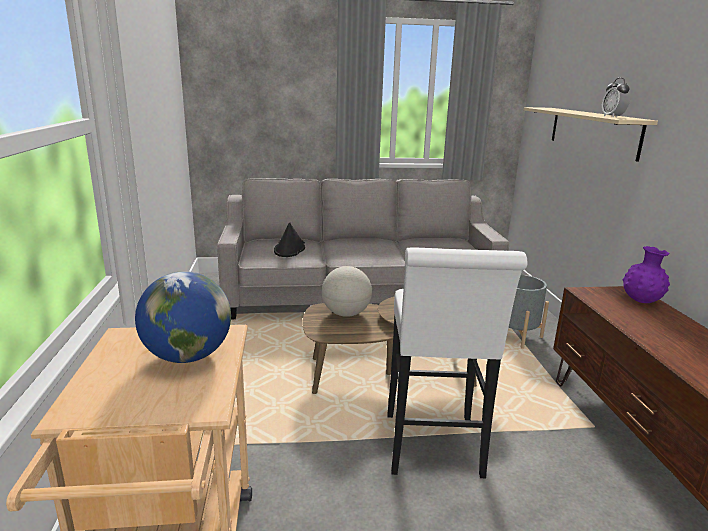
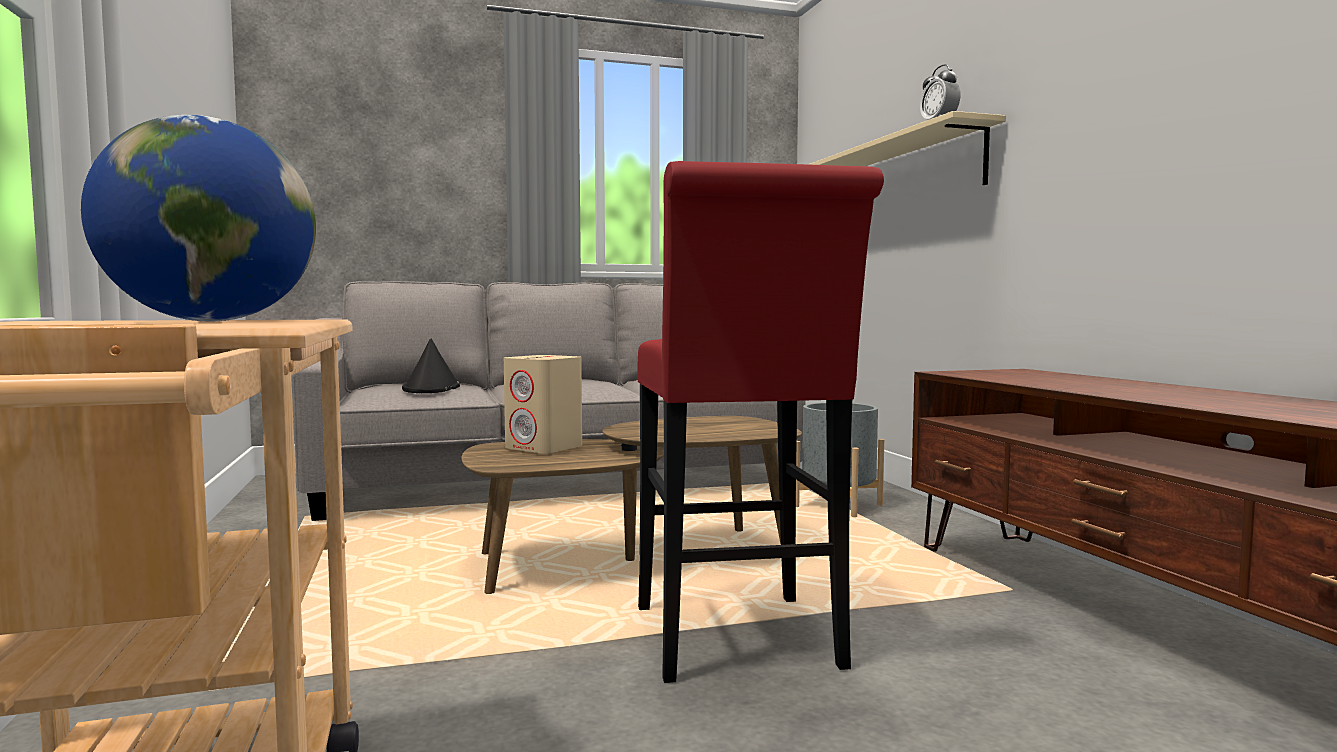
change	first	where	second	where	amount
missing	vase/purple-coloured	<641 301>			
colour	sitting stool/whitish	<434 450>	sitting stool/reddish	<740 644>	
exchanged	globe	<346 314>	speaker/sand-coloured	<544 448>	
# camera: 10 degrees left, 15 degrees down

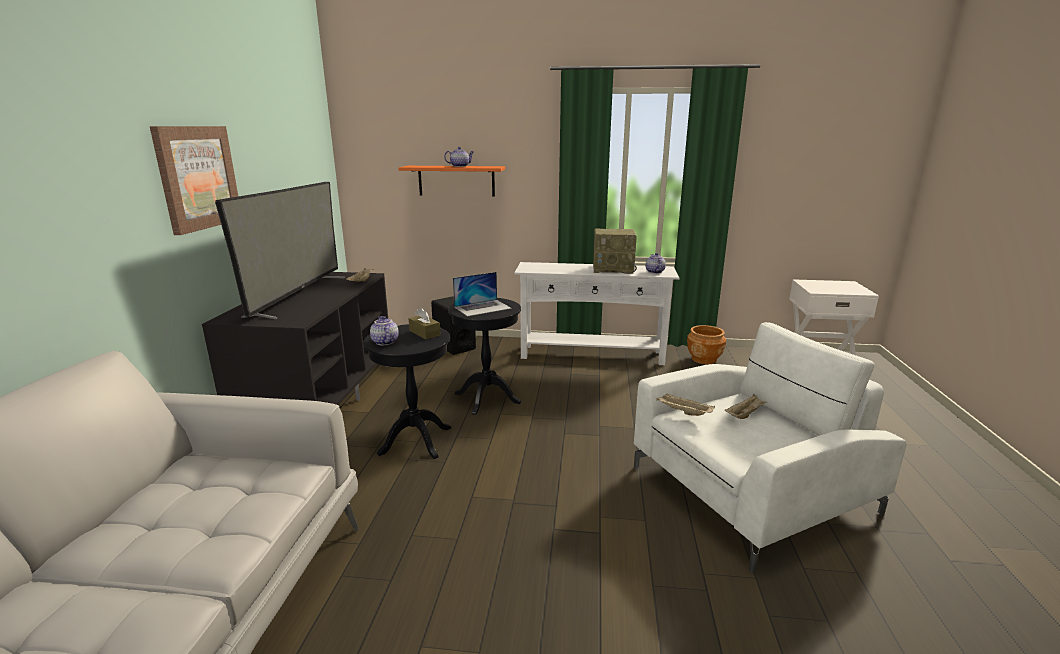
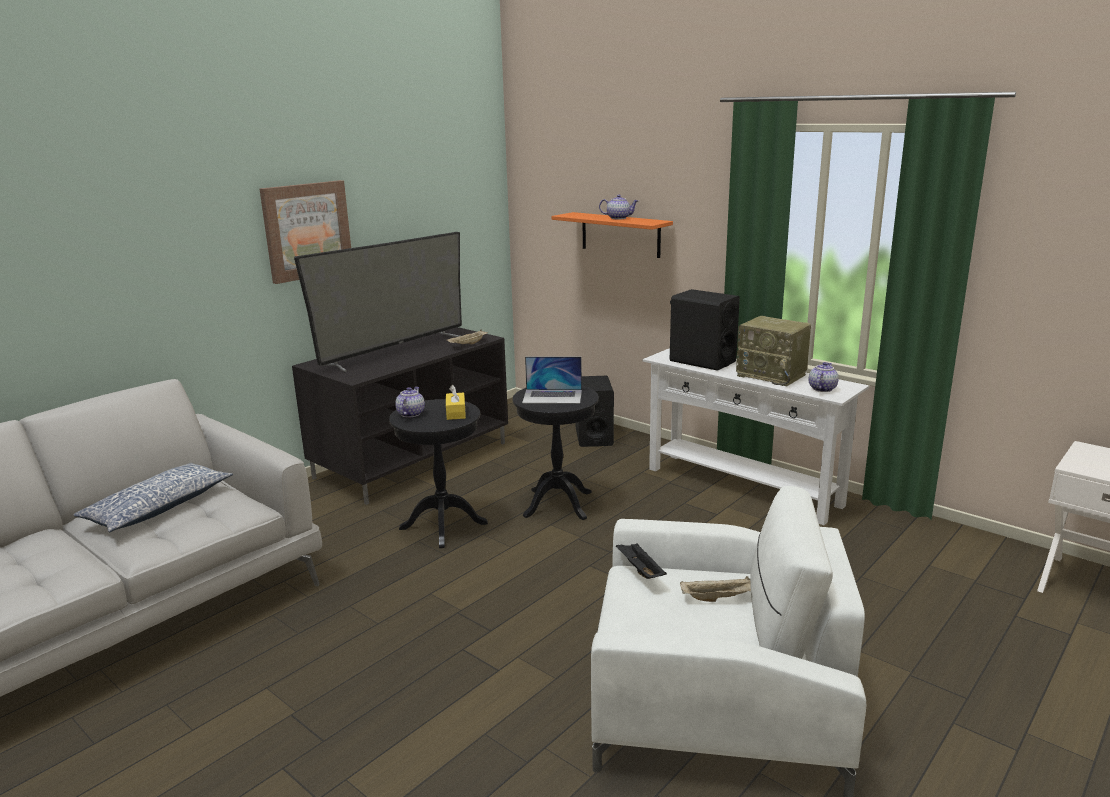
change	first	where	second	where	amount
colour	tissue box/brownish	<424 333>	tissue box/yellow	<456 413>	
missing	flower pot/brownish	<704 359>			
colour	serving tray/sand-coloured	<682 412>	serving tray/blackish	<639 569>	
appeared			speaker/blackish	<702 361>	
appeared			cushion	<158 508>	
# camera: 35 degrees right, 0 degrees up

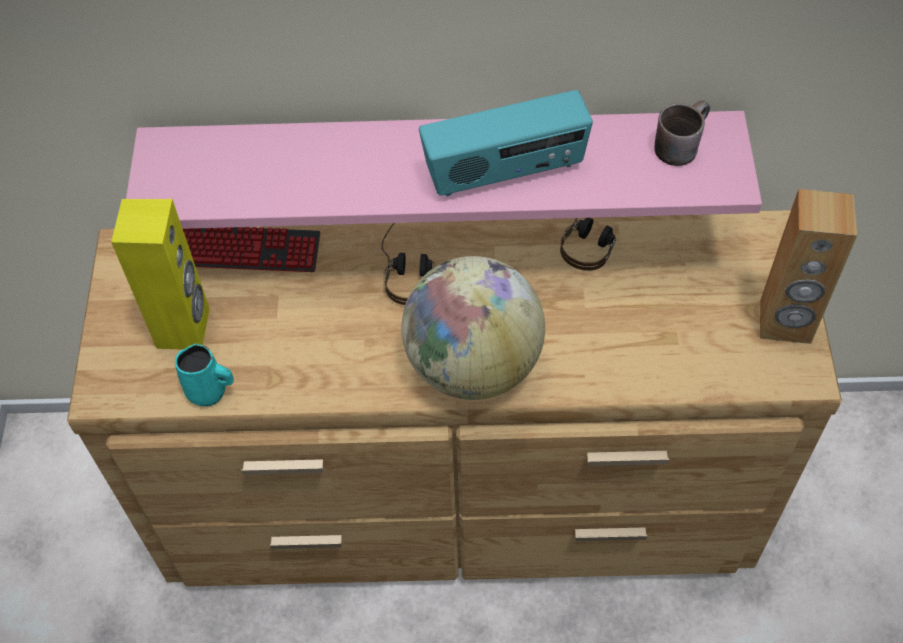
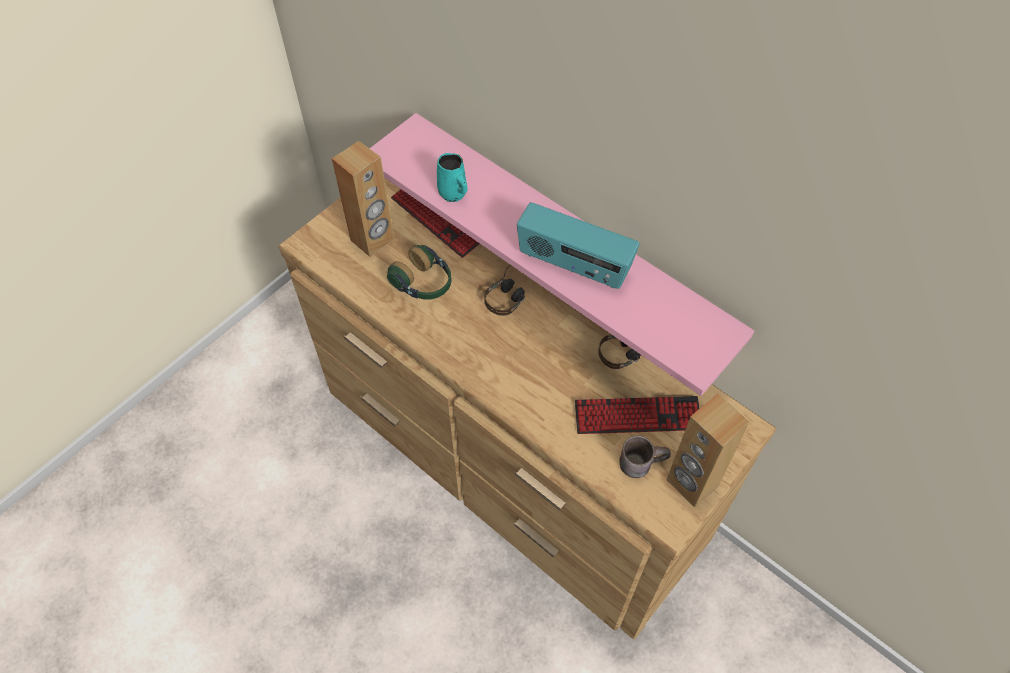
change	first	where	second	where	amount
relocated	mug/brownish	<678 143>		<641 461>	
colour	speaker/yellow	<184 328>	speaker/brownish	<372 240>	
missing	globe	<473 364>			
relocated	mug/turquoise-coloured	<209 392>		<453 194>	
appeared			headphones	<423 283>	
appeared			PC keyboard	<637 416>	
# camera: 40 degrees right, 0 degrees up

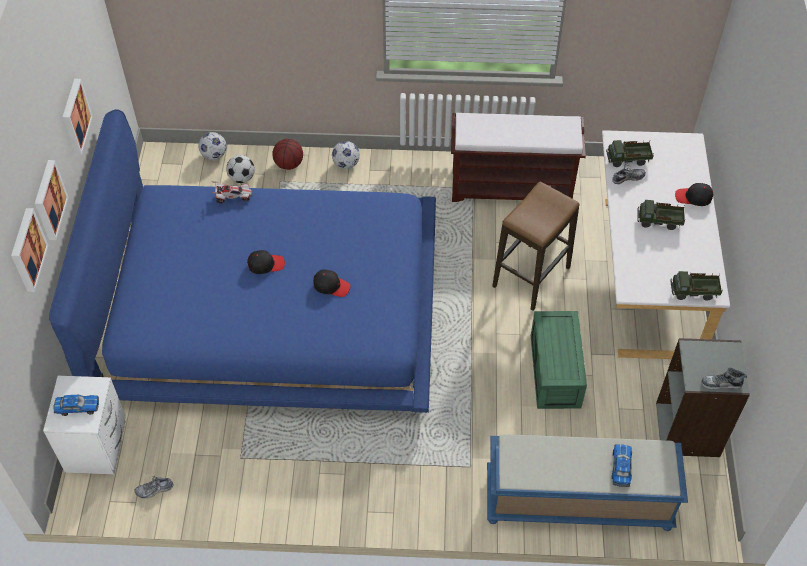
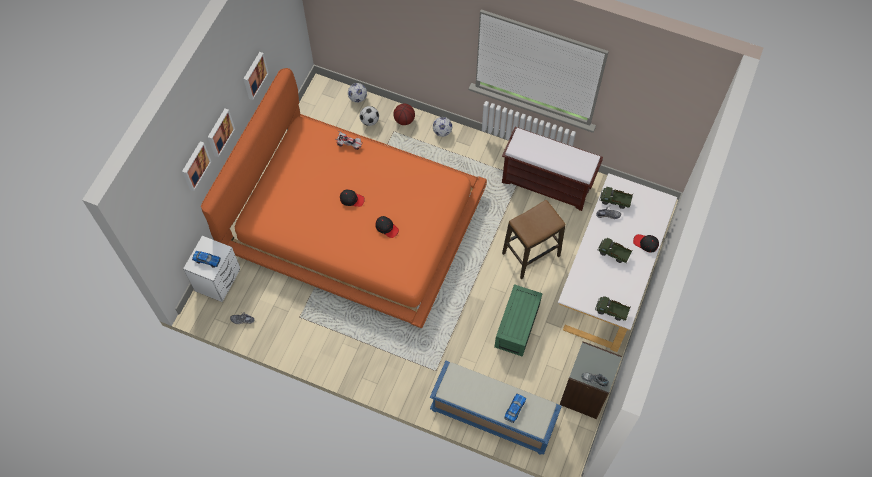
change	first	where	second	where	amount
colour	bedroom bed/blue-coloured	<268 307>	bedroom bed/orange-coloured	<352 221>	
# camera: 20 degrees right, 10 degrees up

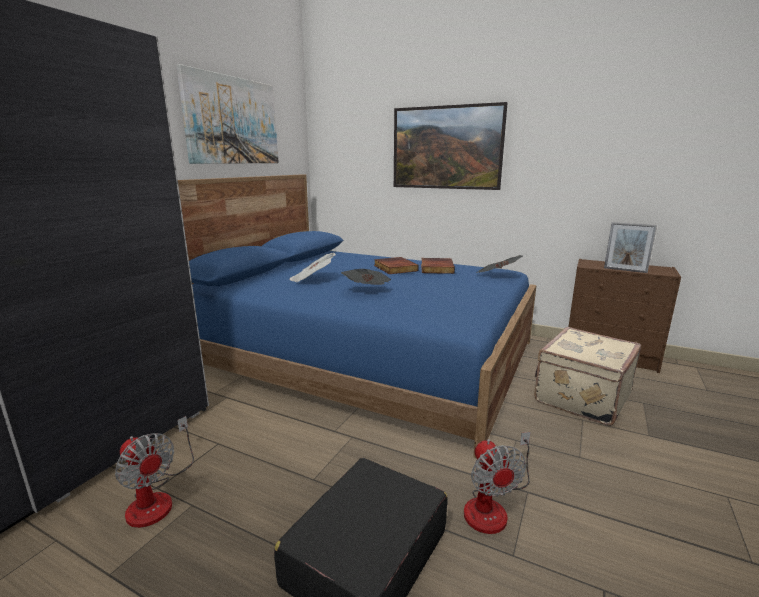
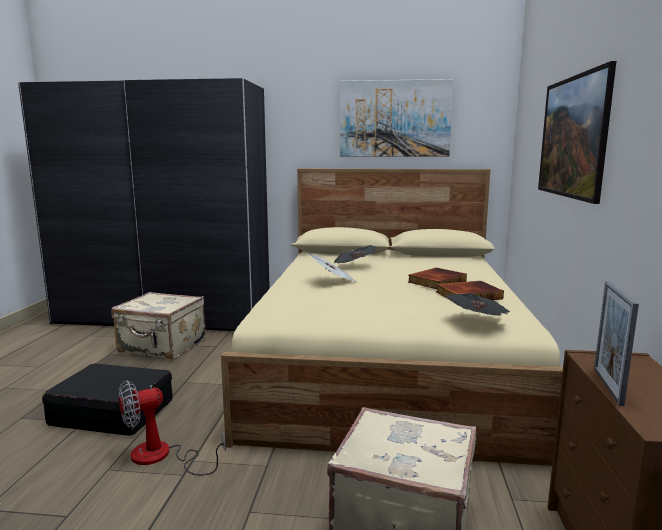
change	first	where	second	where	amount
colour	bedroom bed/blue-coloured	<365 354>	bedroom bed/sand-coloured	<388 364>	
exchanged	cooling fan	<157 498>	suitcase/sand-coloured	<162 346>	
# camera: 70 degrees right, 5 degrees down

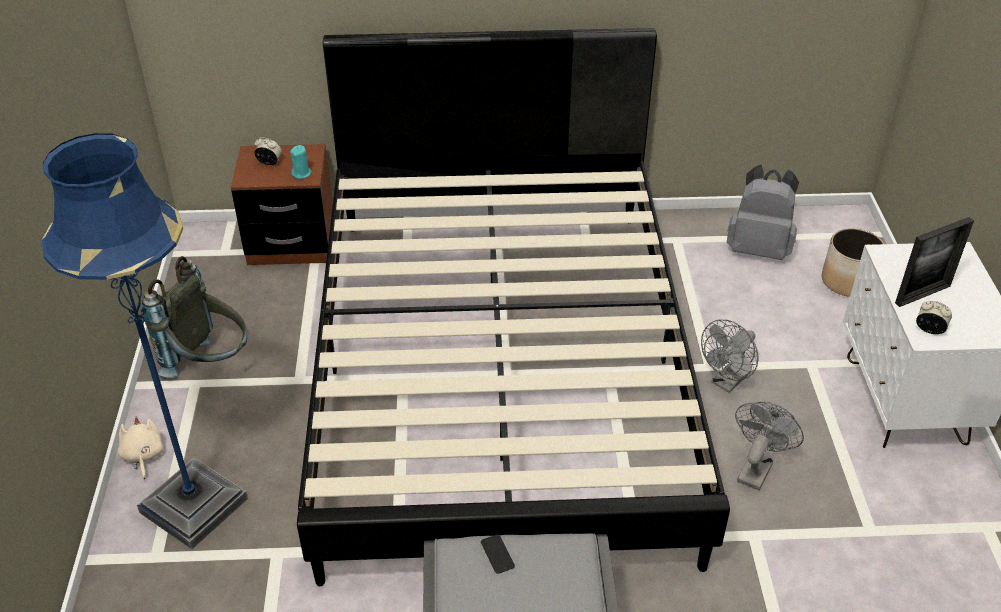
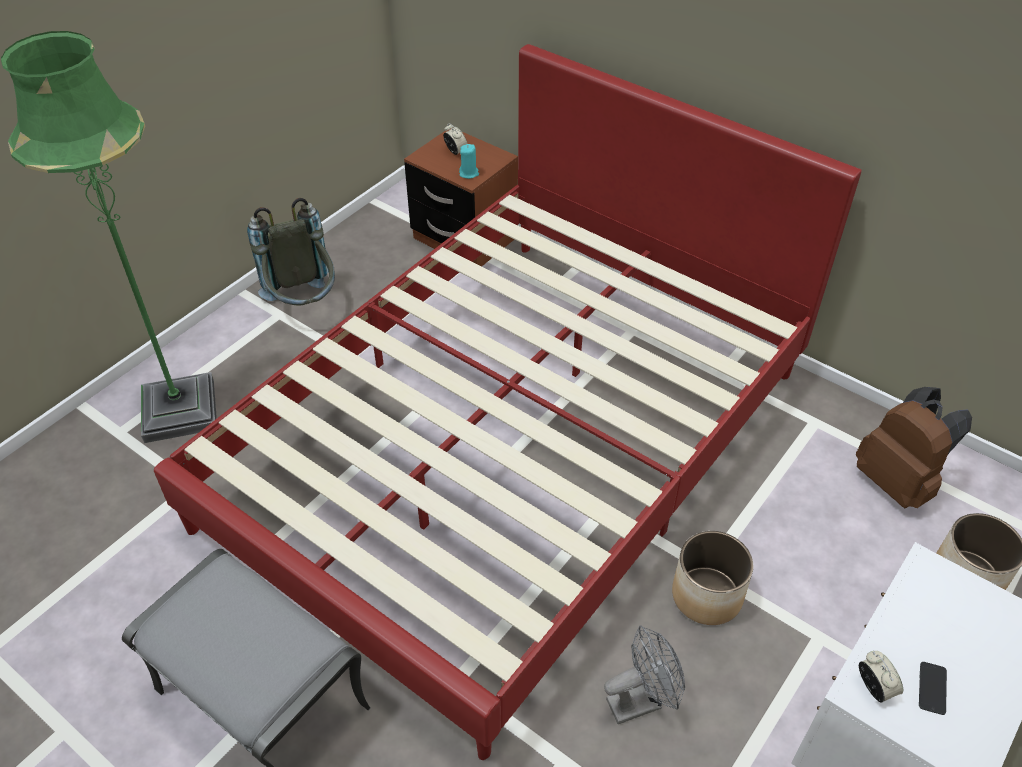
change	first	where	second	where	amount
colour	bedroom bed/blackish	<501 369>	bedroom bed/reddish	<512 447>	
colour	standard lamp/blue-coloured	<194 505>	standard lamp/green-coloured	<180 410>	
colour	backpack/gray	<758 248>	backpack/brownish	<897 481>	
missing	photo frame	<922 294>			
exchanged	cooling fan/gray	<727 382>	flower pot	<707 596>	
missing	cuddly toy/sand-coloured	<143 456>			
relocated	handset	<497 554>		<932 688>	
# camera: 40 degrees right, 5 degrees up

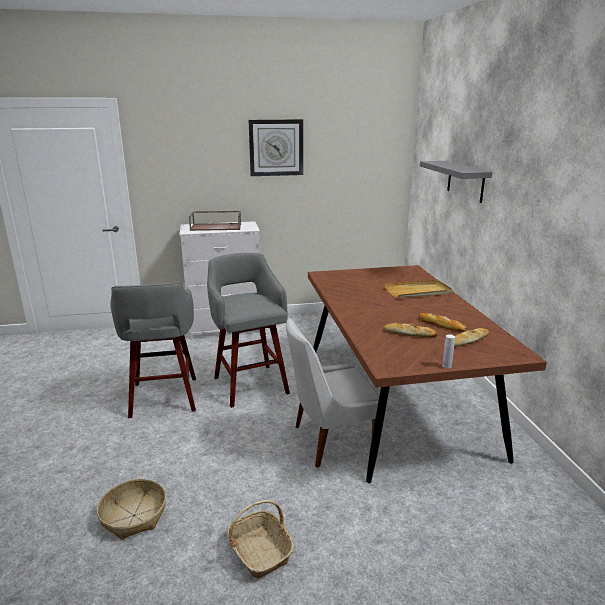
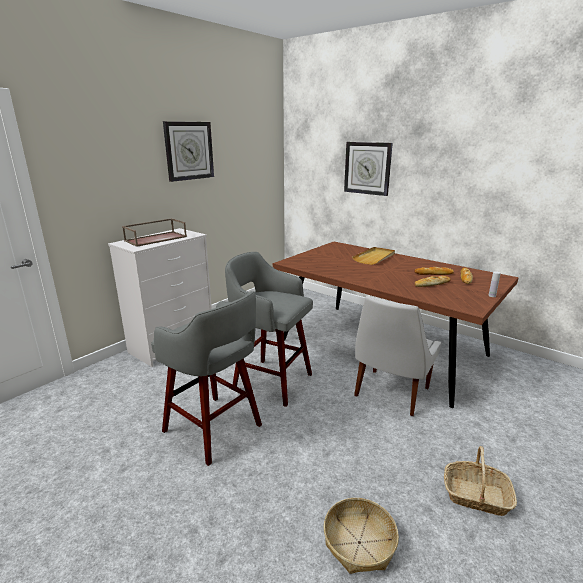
change	first	where	second	where	amount
exchanged	shelf/gray	<465 181>	wall clock	<367 168>	
# camera: 40 degrees left, 0 degrees up

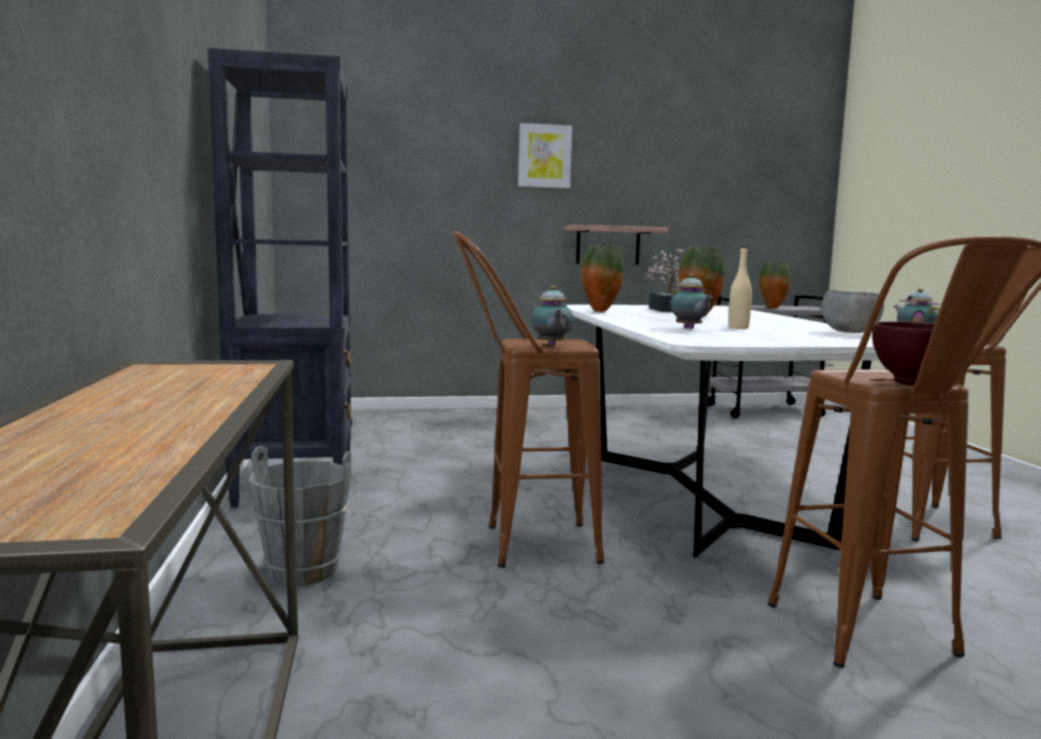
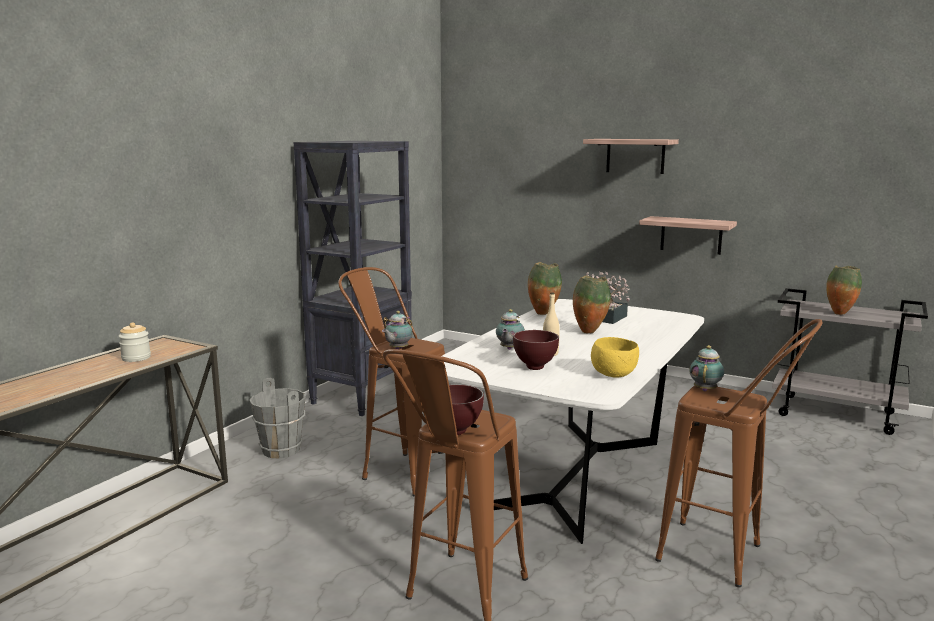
change	first	where	second	where	amount
exchanged	wall picture	<544 156>	shelf	<635 156>	
colour	deep dish/gray	<850 332>	deep dish/yellow	<614 375>	
appeared			preserve jar	<136 358>	
appeared			deep dish/brownish	<534 367>	
# camera: 40 degrees right, 5 degrees up

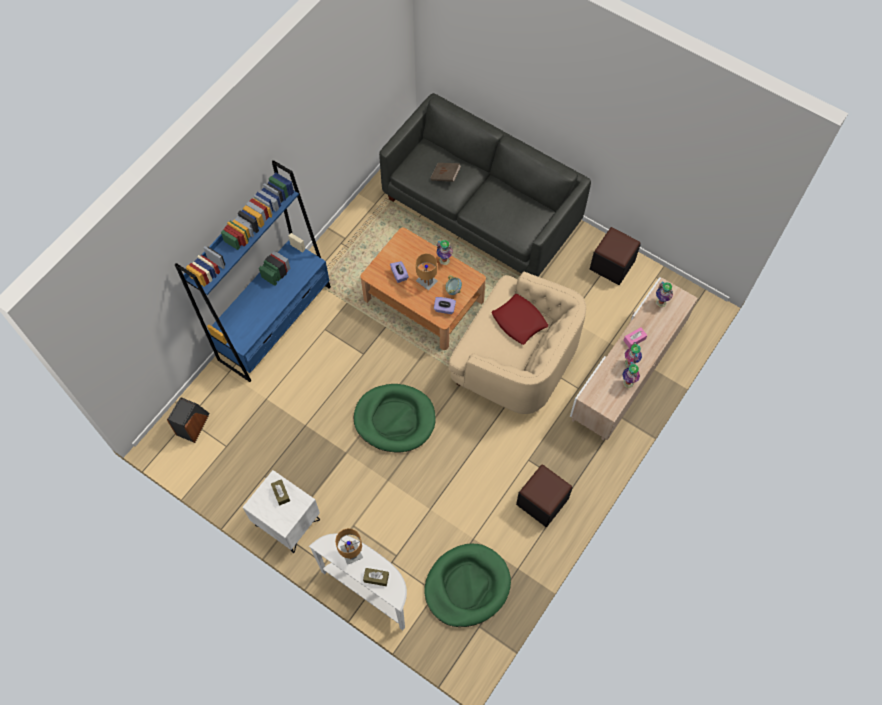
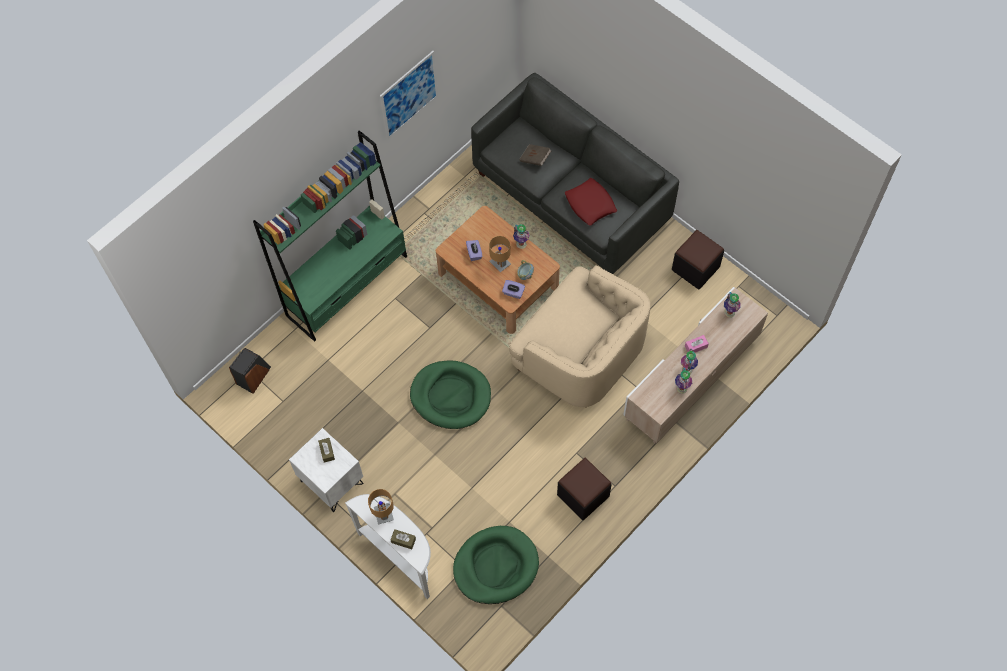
change	first	where	second	where	amount
colour	bookcase/blue-coloured	<275 323>	bookcase/green-coloured	<347 286>	
relocated	cushion/reddish	<519 321>		<590 204>	
appeared			wall picture	<409 95>	
# camera: 10 degrees right, 0 degrees up

